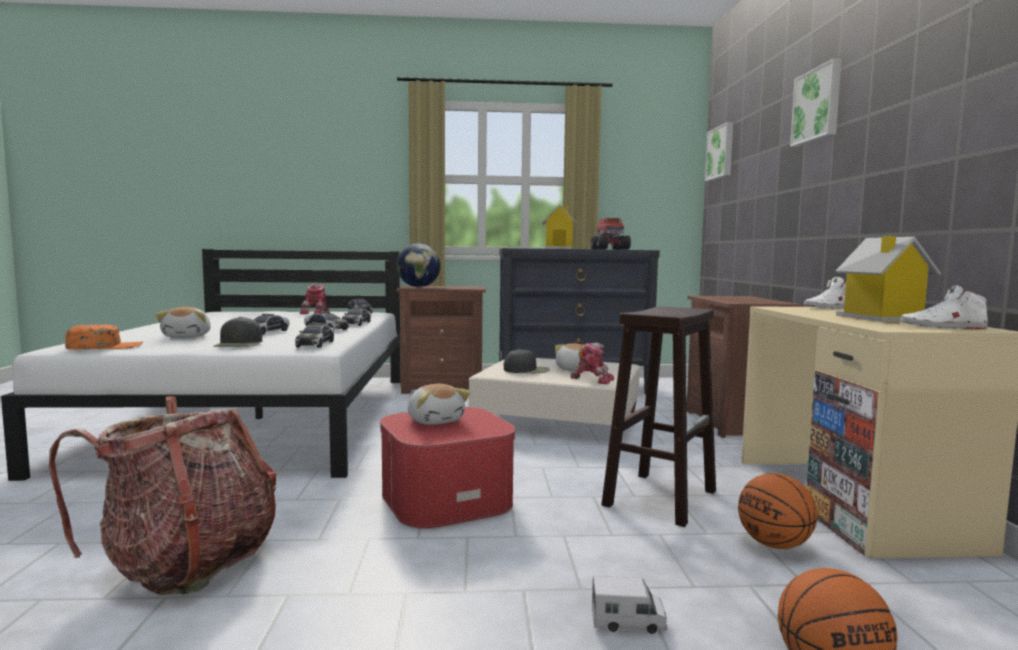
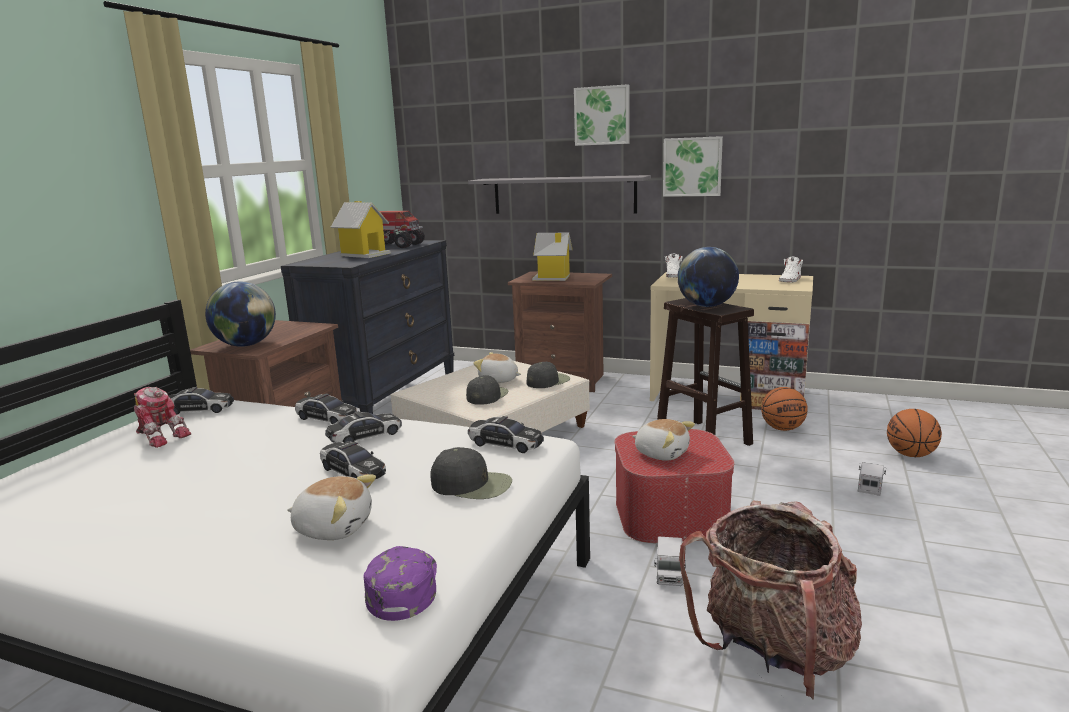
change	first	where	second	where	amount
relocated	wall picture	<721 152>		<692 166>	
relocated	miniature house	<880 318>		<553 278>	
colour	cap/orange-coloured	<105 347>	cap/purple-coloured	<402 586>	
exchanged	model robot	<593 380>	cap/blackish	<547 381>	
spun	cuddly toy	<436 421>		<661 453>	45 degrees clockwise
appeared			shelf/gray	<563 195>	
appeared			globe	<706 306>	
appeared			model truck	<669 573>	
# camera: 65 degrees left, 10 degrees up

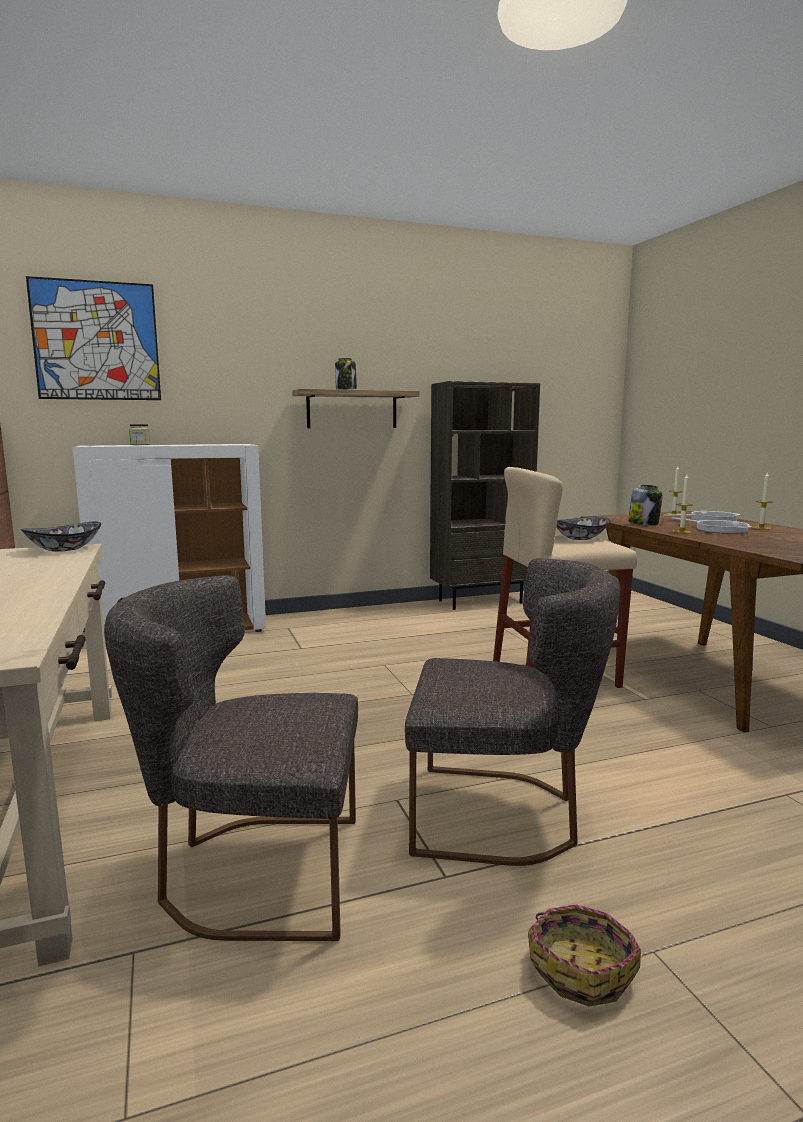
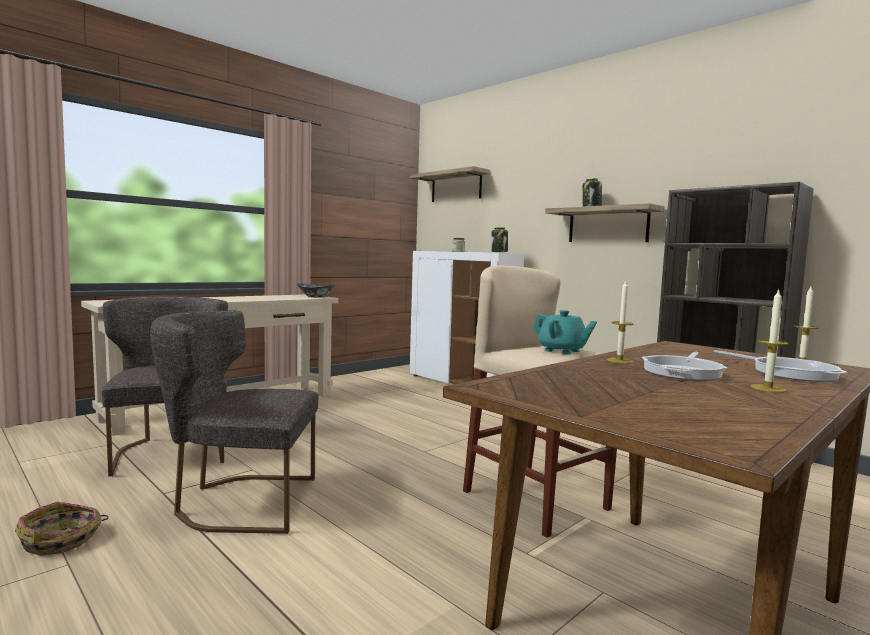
change	first	where	second	where	amount
exchanged	wall picture	<96 341>	shelf	<456 187>	
relocated	preserve jar	<644 523>		<499 252>	
exchanged	deep dish	<580 538>	tea pot/turquoise-coloured	<562 351>	
spun	upright chair/gray	<503 815>		<239 502>	105 degrees clockwise
# camera: 65 degrees right, 5 degrees down

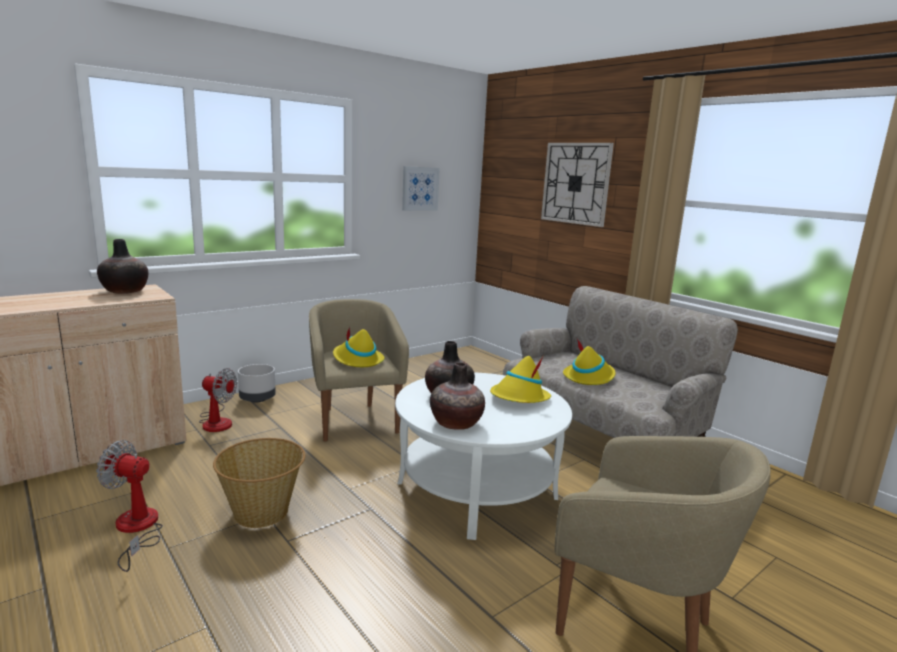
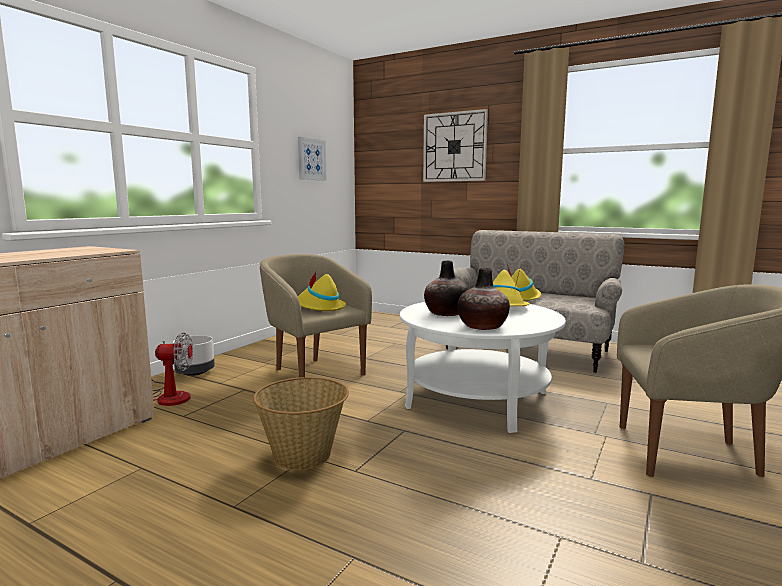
change	first	where	second	where	amount
missing	vase	<125 291>			
missing	cooling fan	<136 529>			
# camera: 20 degrees left, 5 degrees down

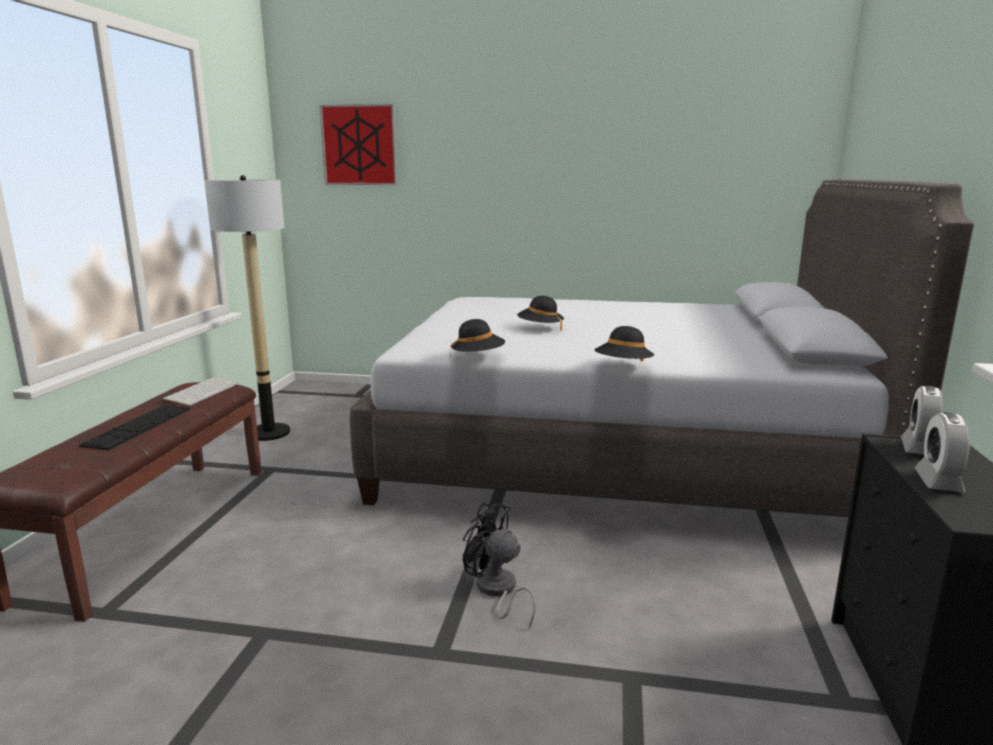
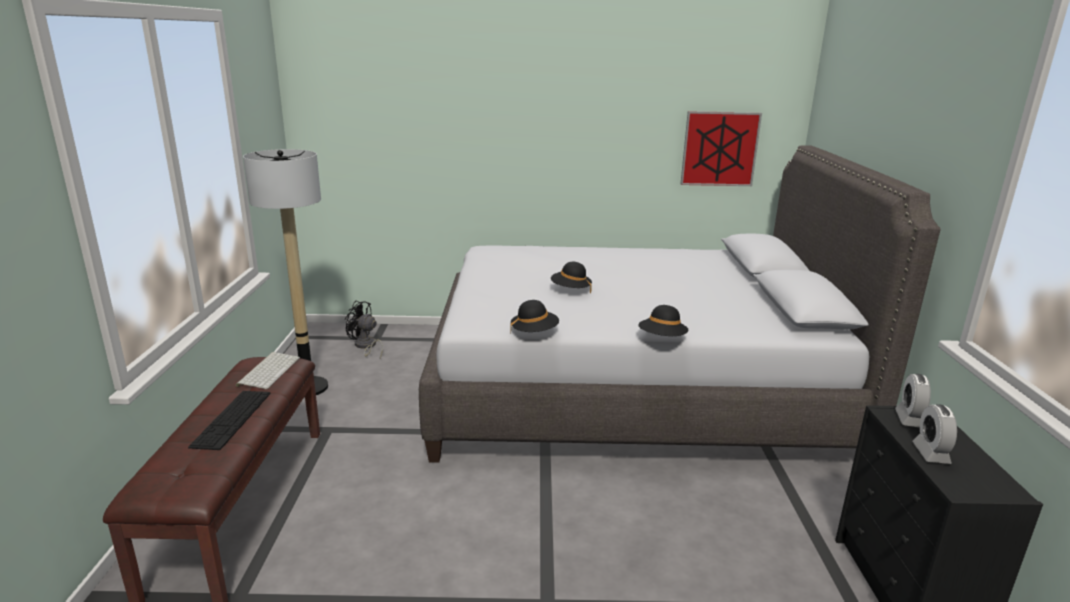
change	first	where	second	where	amount
relocated	wall picture	<359 145>		<719 149>	
relocated	cooling fan/blackish	<497 591>		<365 346>	
# camera: 10 degrees left, 5 degrees up

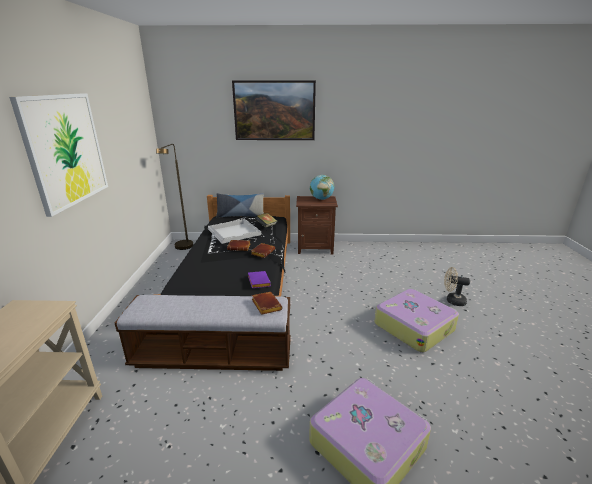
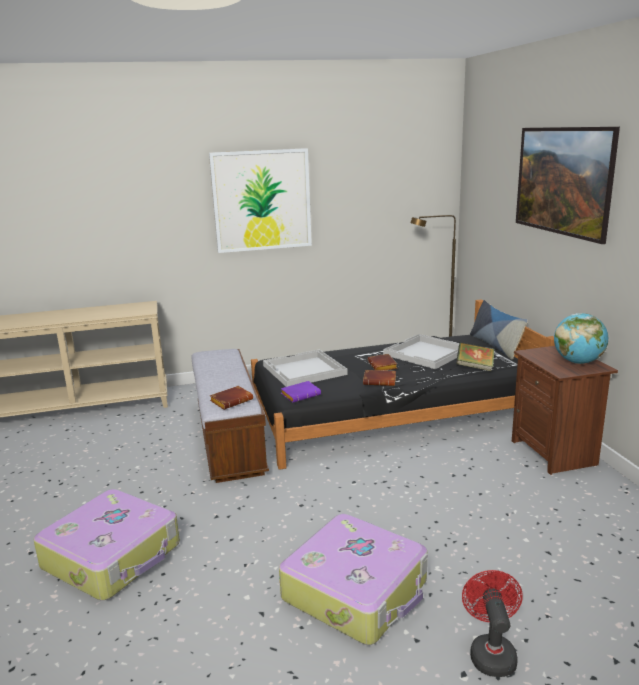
change	first	where	second	where	amount
colour	cooling fan/sand-coloured	<452 300>	cooling fan/reddish	<491 652>	
appeared			serving tray/whitish	<304 370>	
# camera: 75 degrees right, 5 degrees down

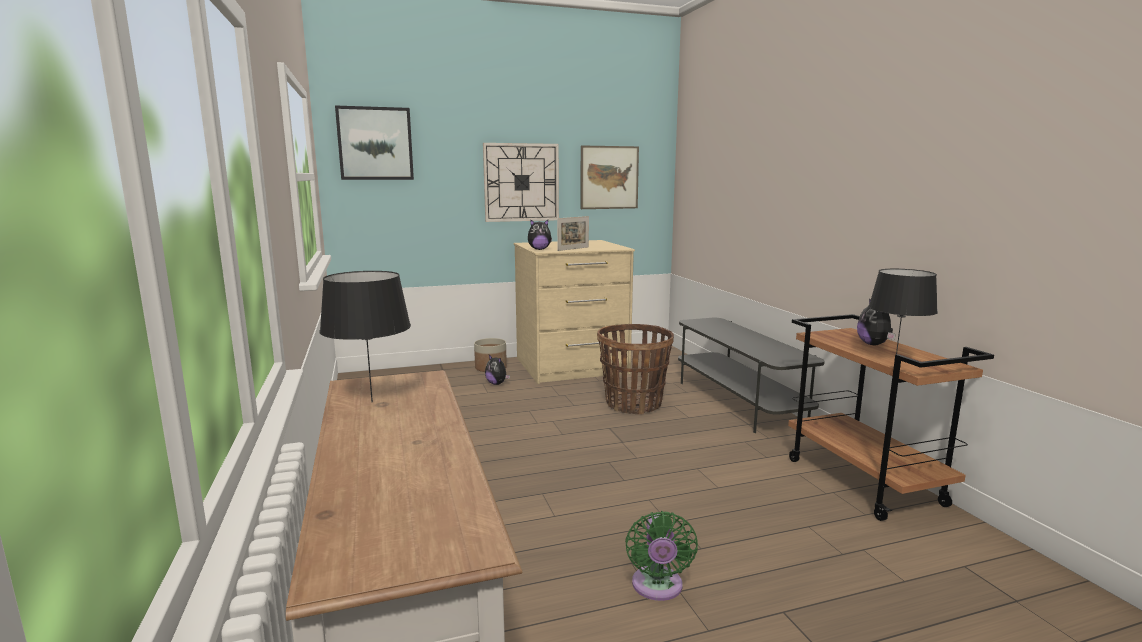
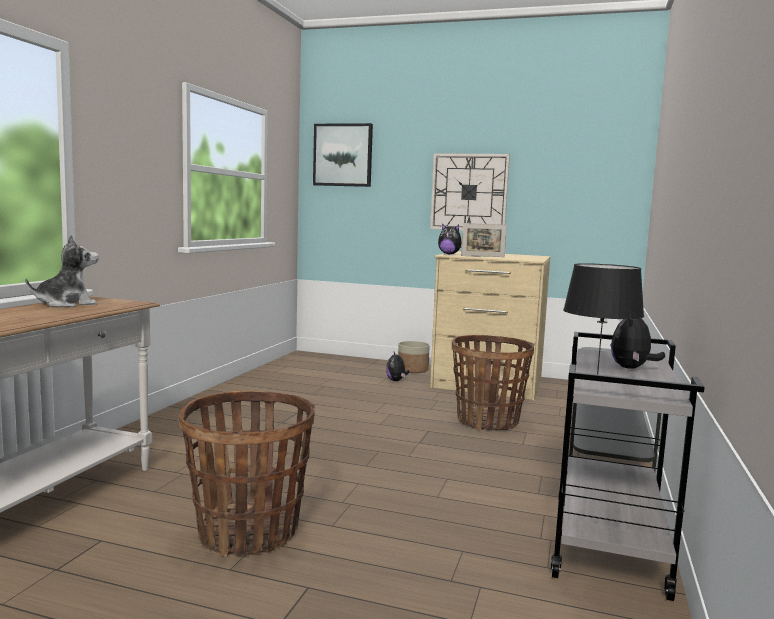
change	first	where	second	where	amount
missing	wall picture	<609 177>			
exchanged	tabletop lamp/blackish	<370 402>	cuddly toy	<66 304>	
colour	trolley/brownish	<865 482>	trolley/gray	<610 547>	
exchanged	cooling fan/green-coloured	<657 588>	basket	<248 532>	
# camera: 35 degrees right, 5 degrees down

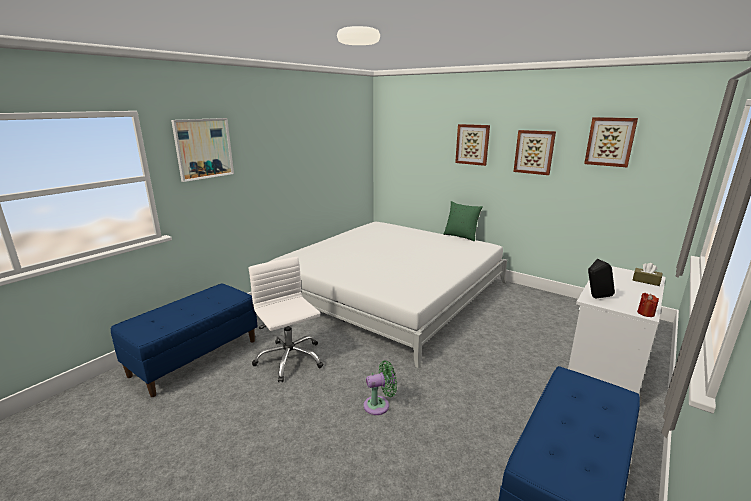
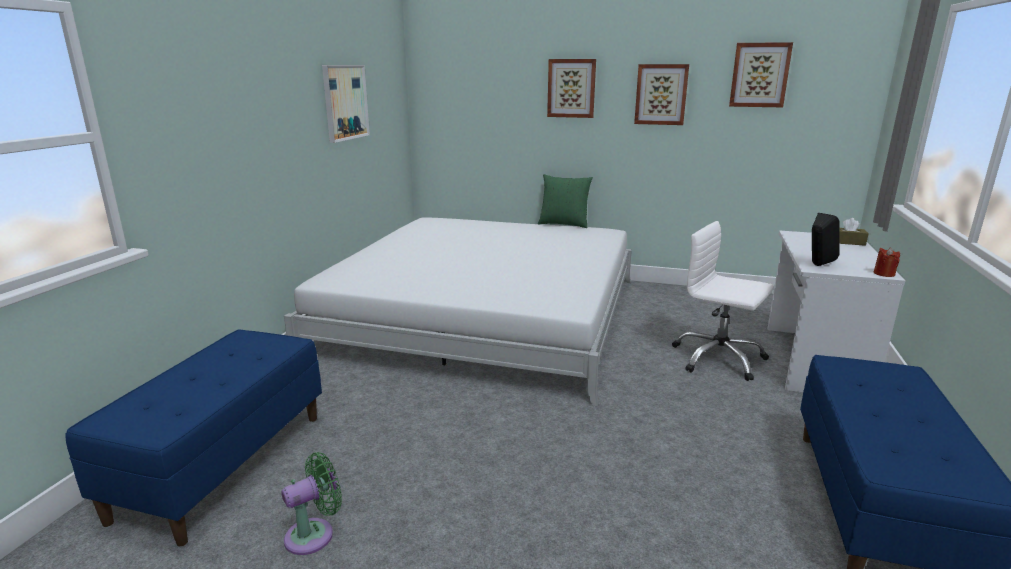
change	first	where	second	where	amount
relocated	wall picture	<203 148>		<345 102>	
relocated	computer chair/whitish	<289 359>		<718 358>	
relocated	cooling fan/green-coloured	<379 405>		<314 534>	
# camera: 20 degrees left, 0 degrees up

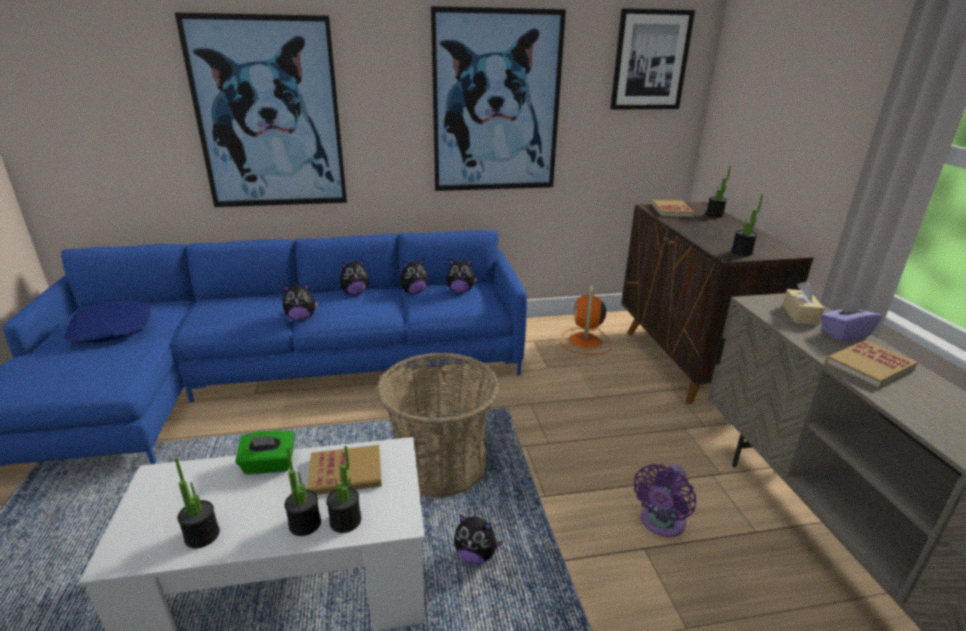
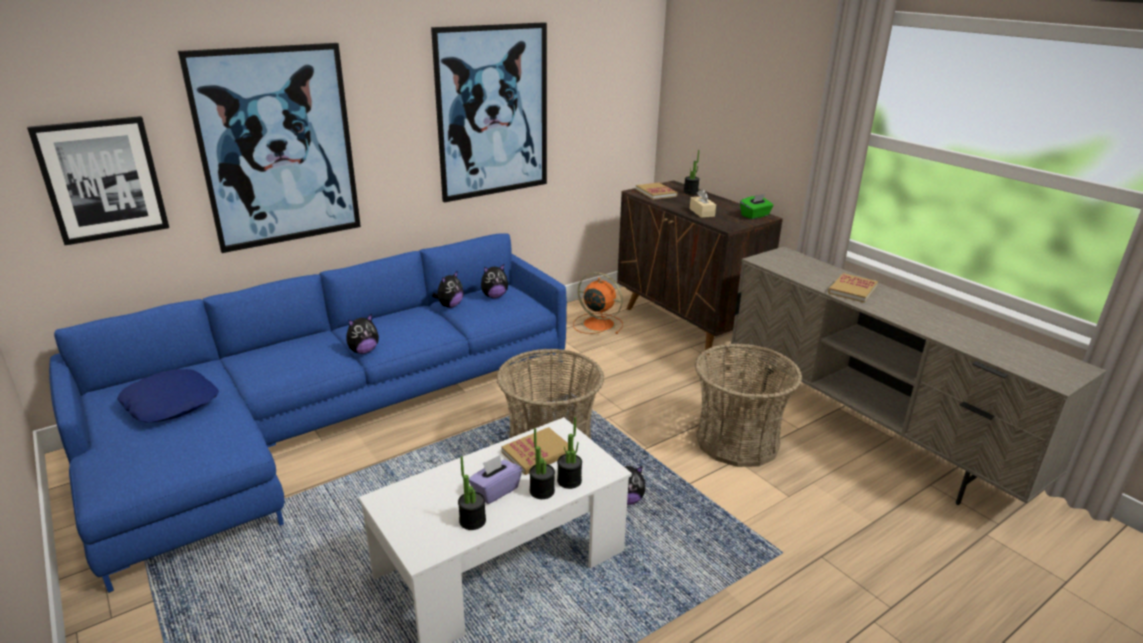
change	first	where	second	where	amount
relocated	wall picture	<650 60>		<102 180>	
missing	potted plant	<741 252>			
missing	cuddly toy	<355 293>			
relocated	tissue box/sand-coloured	<800 314>		<702 212>	
spun	cooling fan/orange-coloured	<585 342>		<597 324>	135 degrees clockwise
relocated	tissue box/purple-coloured	<844 334>		<495 490>	
relocated	tissue box/green-coloured	<269 465>		<755 216>	
exchanged	cooling fan/purple-coloured	<660 523>	basket	<737 441>	
# camera: 25 degrees left, 0 degrees up

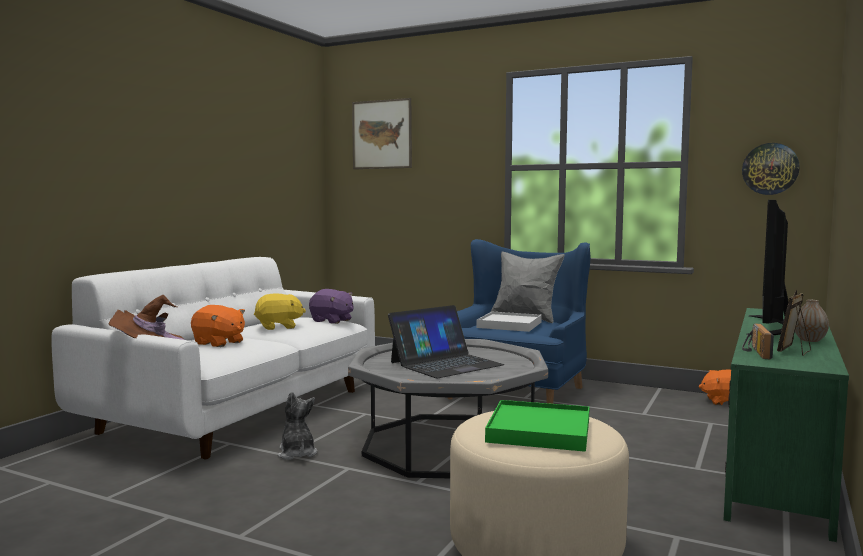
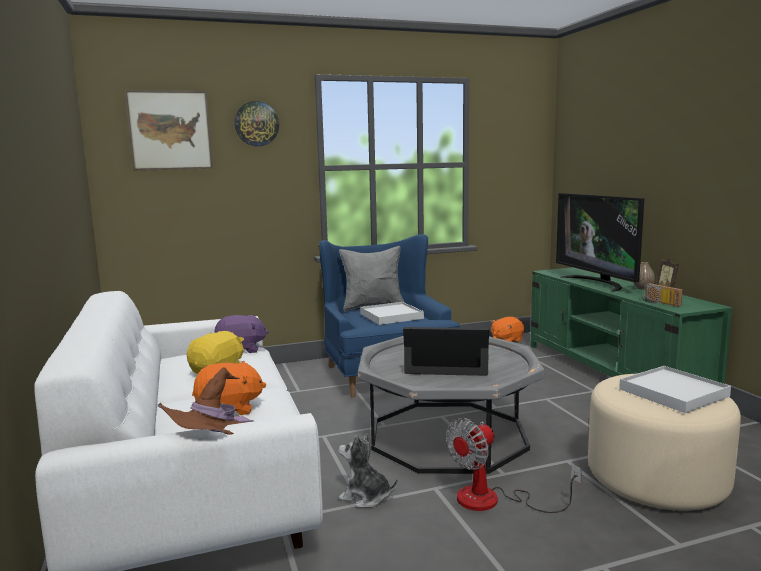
change	first	where	second	where	amount
relocated	wall clock	<770 169>		<256 124>	
spun	notebook computer	<445 363>		<446 363>	90 degrees counterclockwise
colour	serving tray/green-coloured	<539 430>	serving tray/whitish	<673 392>	
appeared			cooling fan	<493 500>	
# camera: 45 degrees left, 5 degrees up

